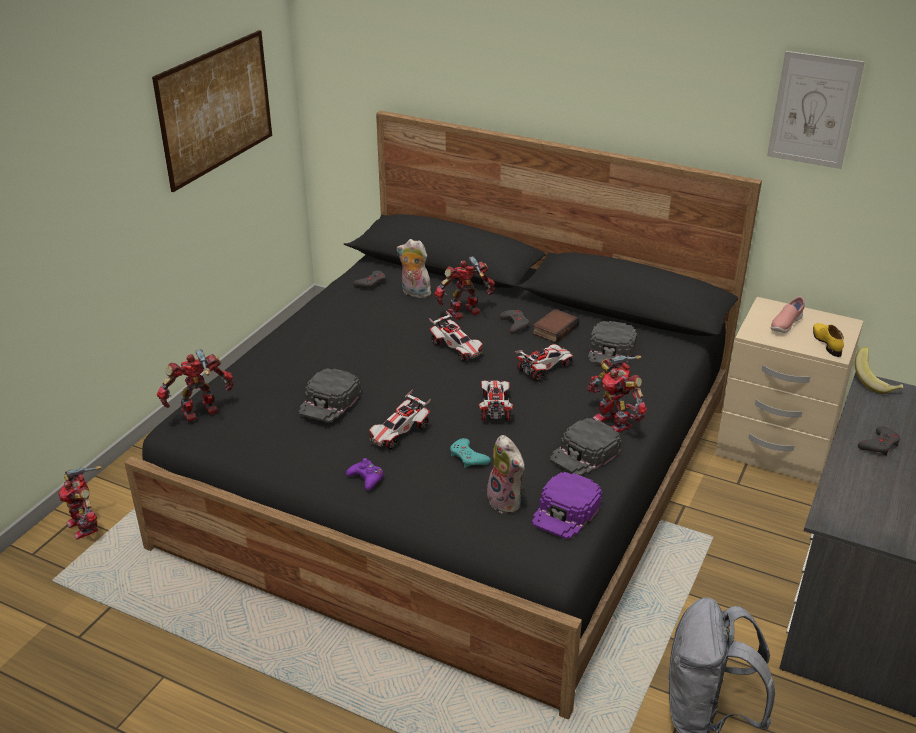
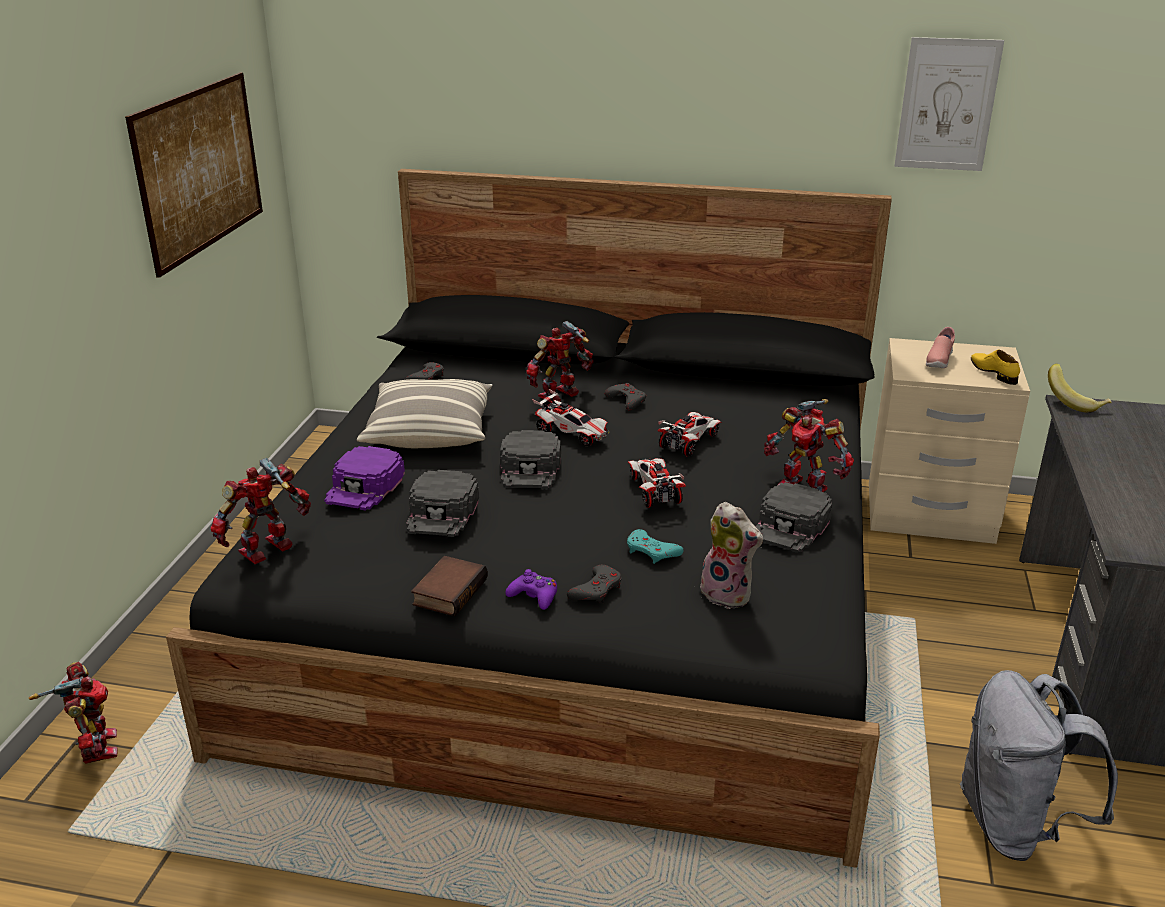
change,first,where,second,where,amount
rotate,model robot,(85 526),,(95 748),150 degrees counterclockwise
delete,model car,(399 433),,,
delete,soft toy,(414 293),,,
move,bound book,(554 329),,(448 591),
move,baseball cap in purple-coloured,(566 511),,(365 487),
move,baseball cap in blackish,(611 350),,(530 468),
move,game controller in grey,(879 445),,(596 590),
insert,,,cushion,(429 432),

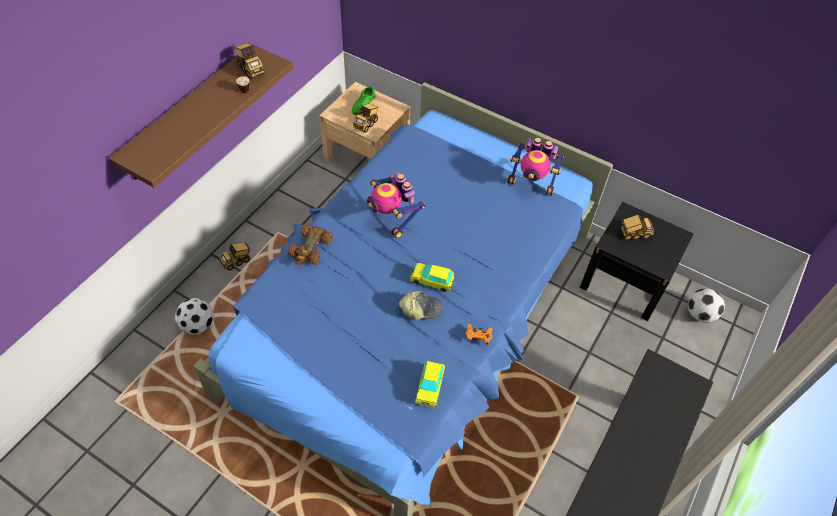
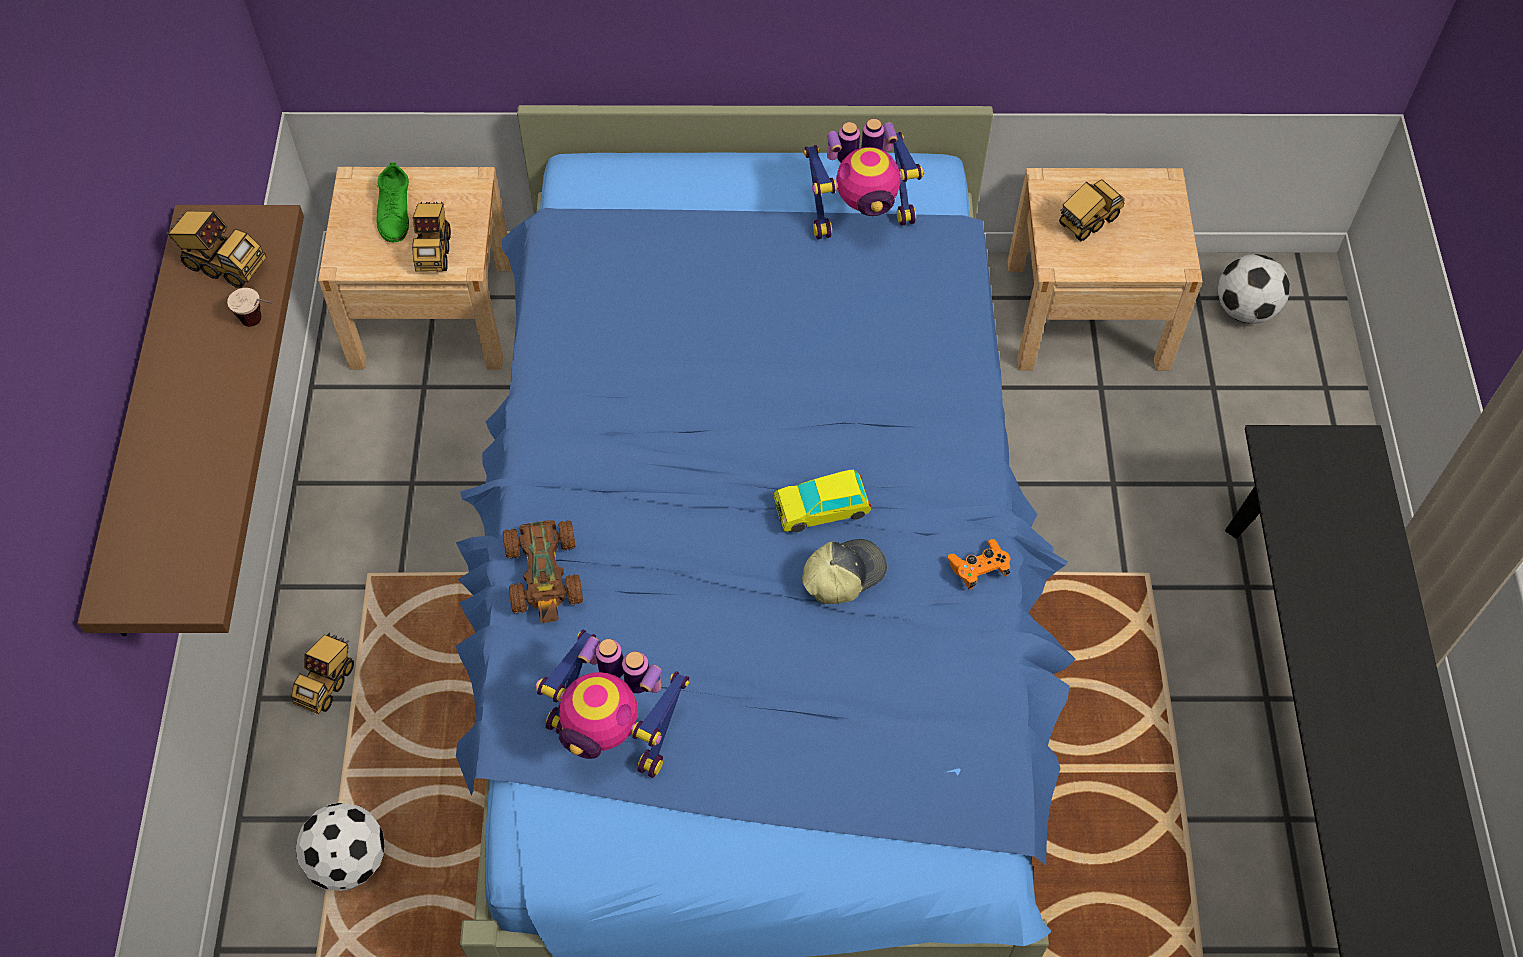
change,first,where,second,where,amount
move,model robot,(392 218),,(614 732),
delete,model car,(430 387),,,
recolor,night table in blackish,(625 281),night table in beige-coloured,(1087 314),

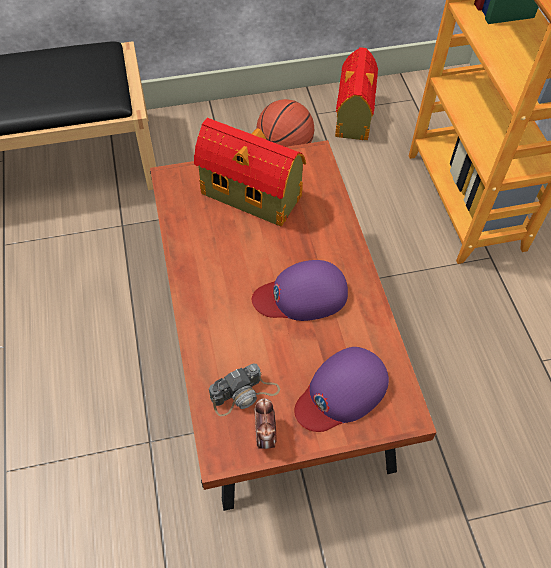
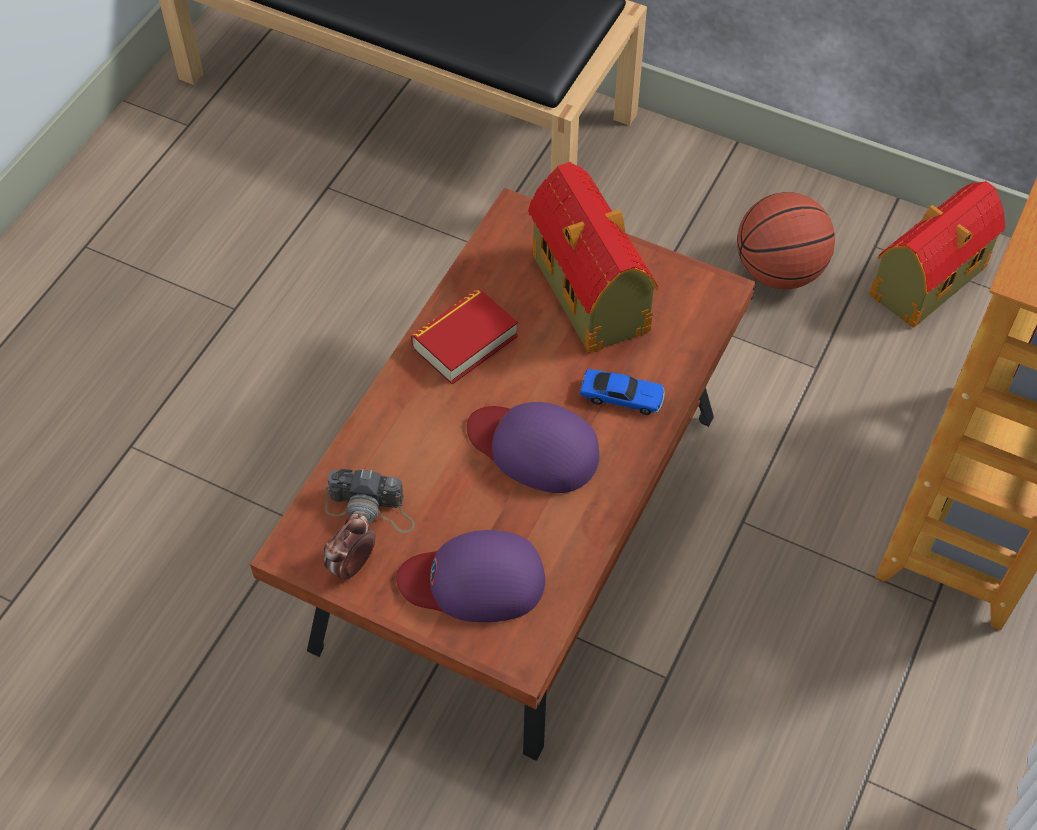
change,first,where,second,where,amount
insert,,,bound book,(465 342),
insert,,,model car,(622 397),

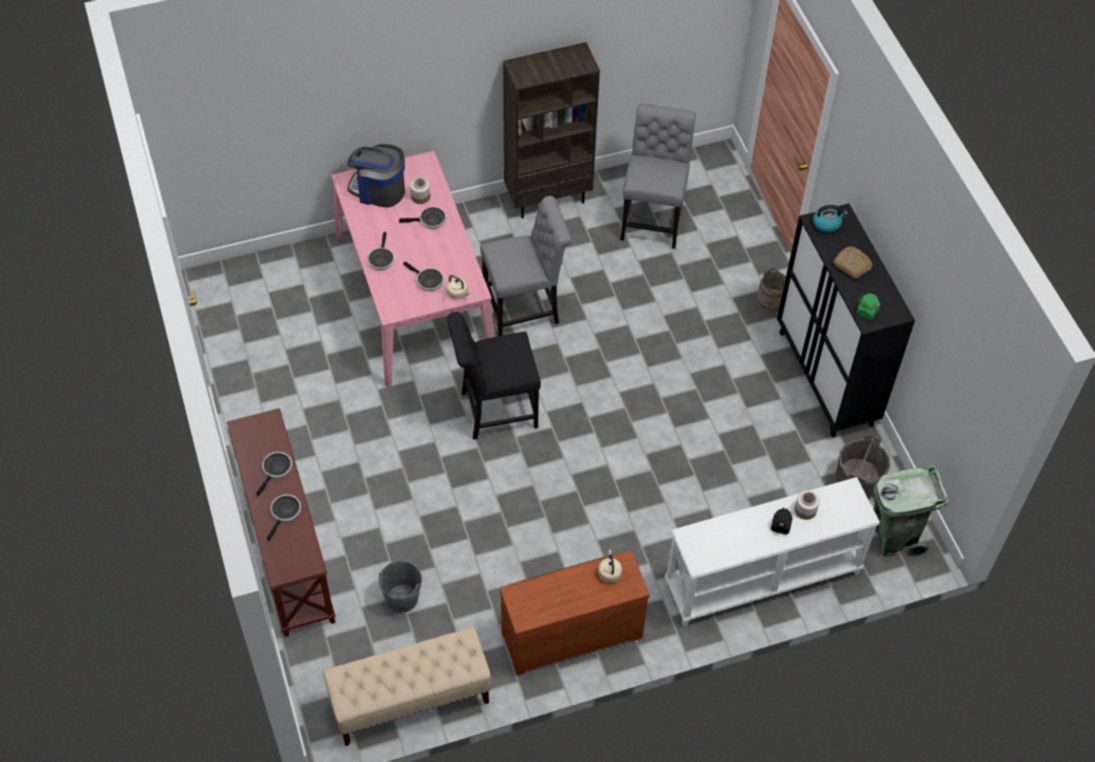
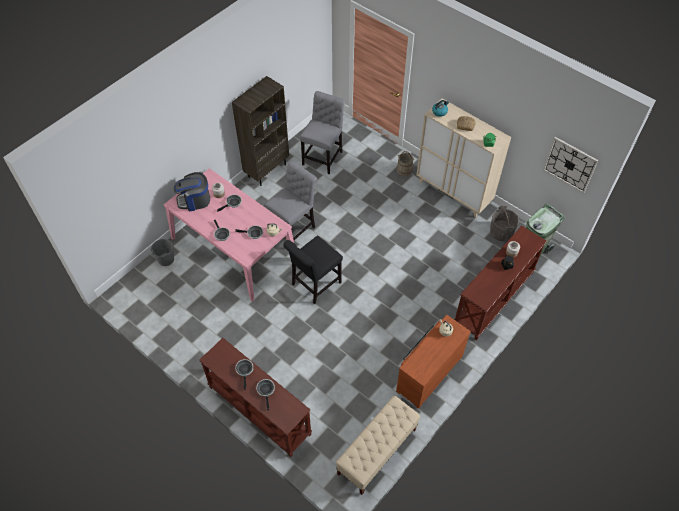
change,first,where,second,where,amount
move,water bucket in grey,(402 598),,(166 259),
rotate,upright chair in grey,(653 218),,(323 157),45 degrees clockwise
recolor,narrow table in whitish,(762 579),narrow table in brownish,(494 299),
recolor,cupboard in blackish,(826 378),cupboard in beige-coloured,(454 192),
insert,,,clock on the wall,(570 164),

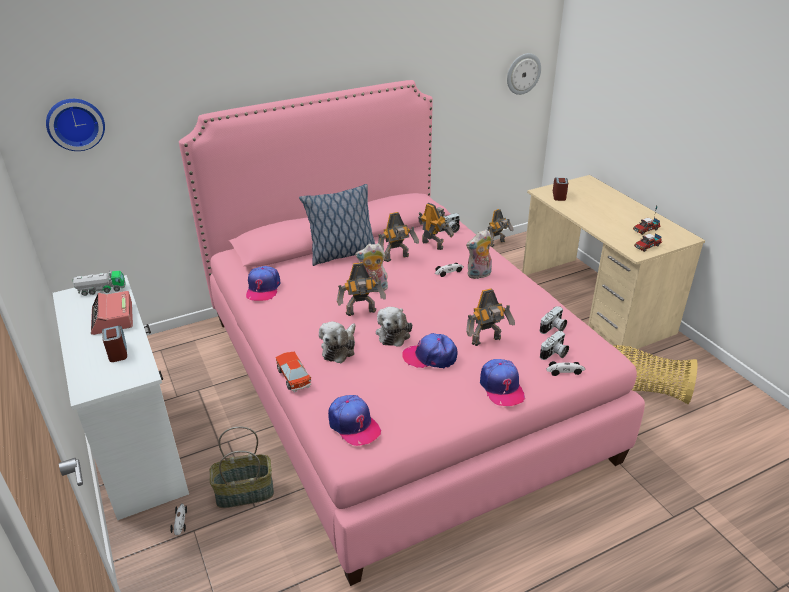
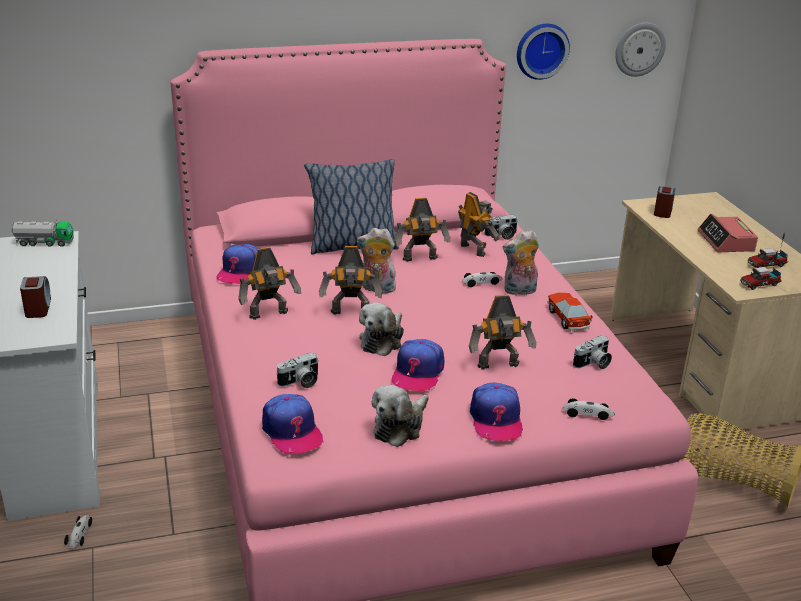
change,first,where,second,where,amount
move,clock on the wall,(75 123),,(541 50),
move,table clock,(112 318),,(726 241),
delete,household basket,(244 493),,,
move,model car,(293 376),,(567 318),
move,soft toy,(339 348),,(400 427),
rotate,baseball cap,(430 357),,(417 372),90 degrees counterclockwise
move,model robot,(497 243),,(270 315),
move,photo camera,(554 354),,(300 382),

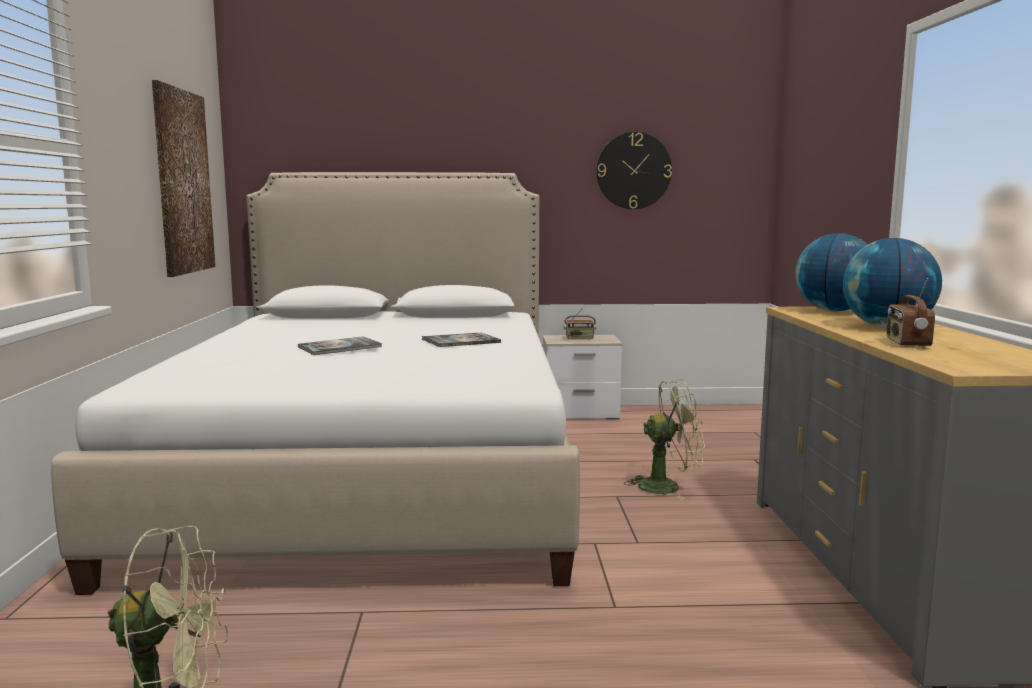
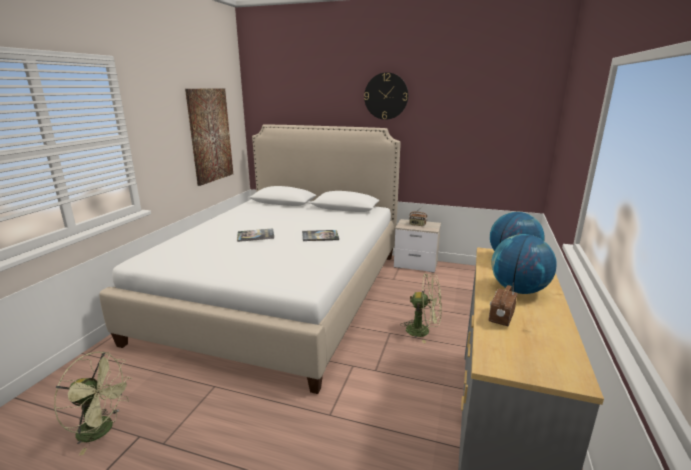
change,first,where,second,where,amount
move,clock on the wall,(633 171),,(386 96),

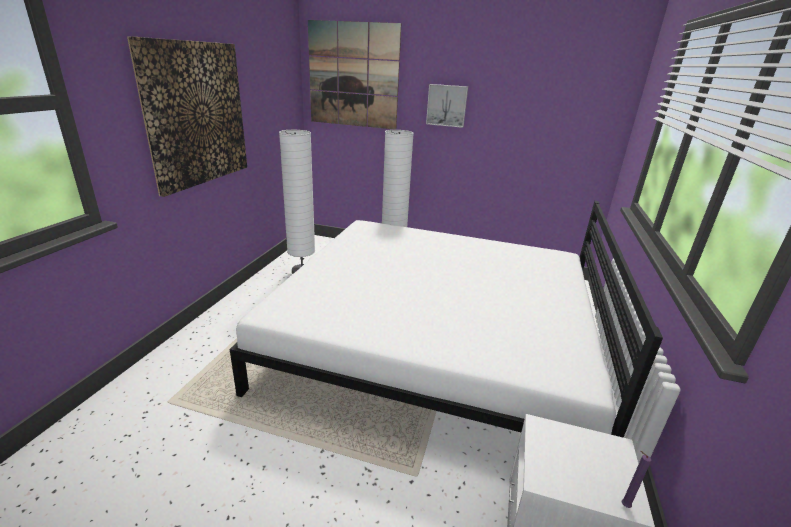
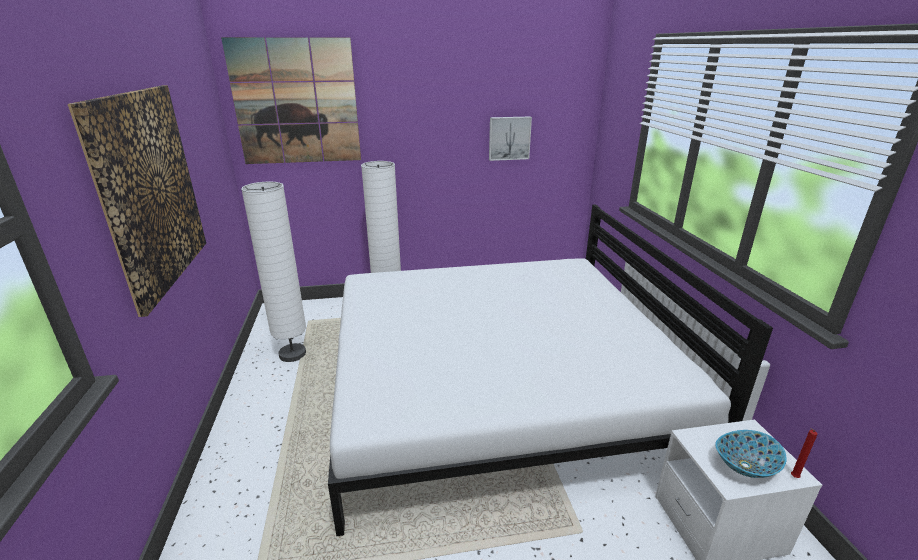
change,first,where,second,where,amount
move,wall art,(447 105),,(509 138),
recolor,wax light in purple-coloured,(623 505),wax light in red,(793 477),
insert,,,deep dish,(745 466),

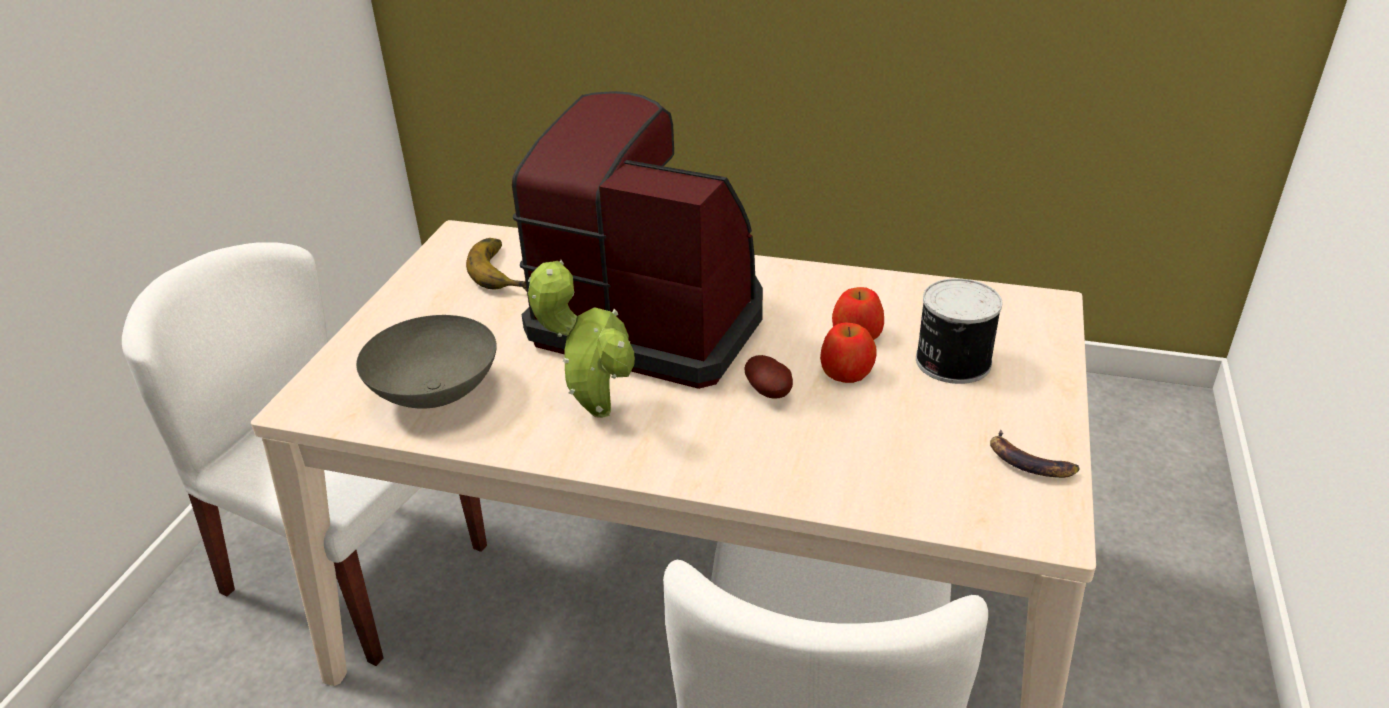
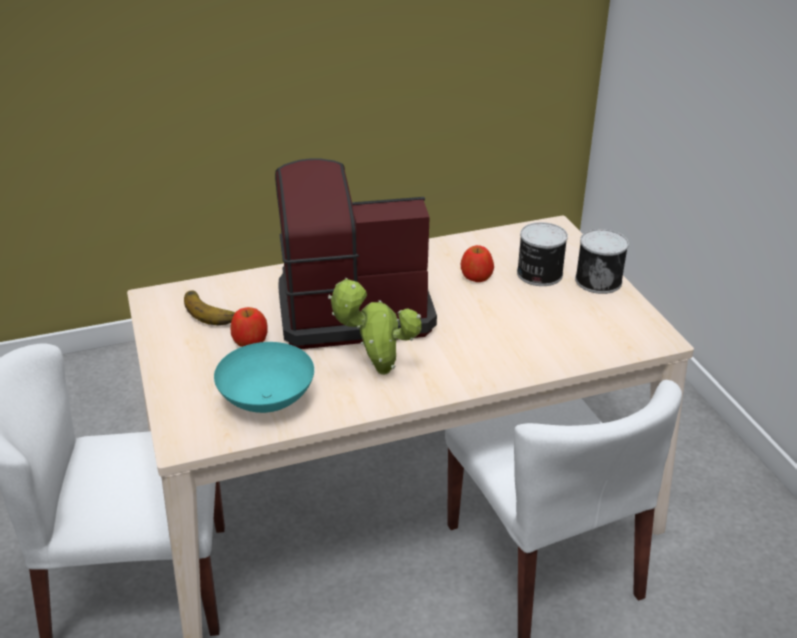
change,first,where,second,where,amount
recolor,deep dish in grey,(436 392),deep dish in turquoise-coloured,(266 399),
delete,whole potato,(770 393),,,
move,apple,(846 371),,(250 340),
delete,banana fruit,(1029 462),,,
insert,,,metal can,(598 280),

